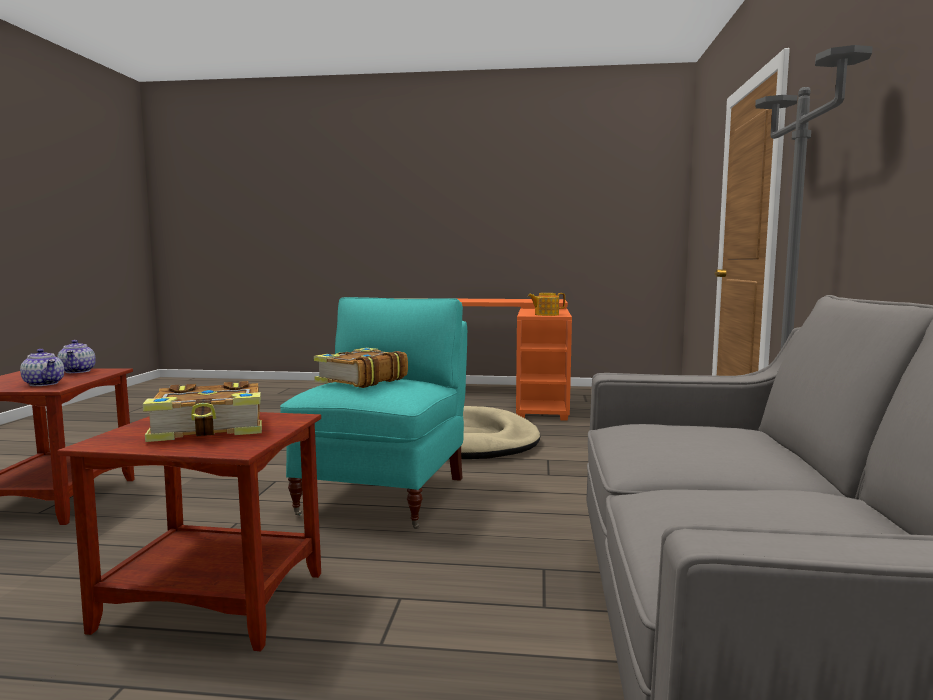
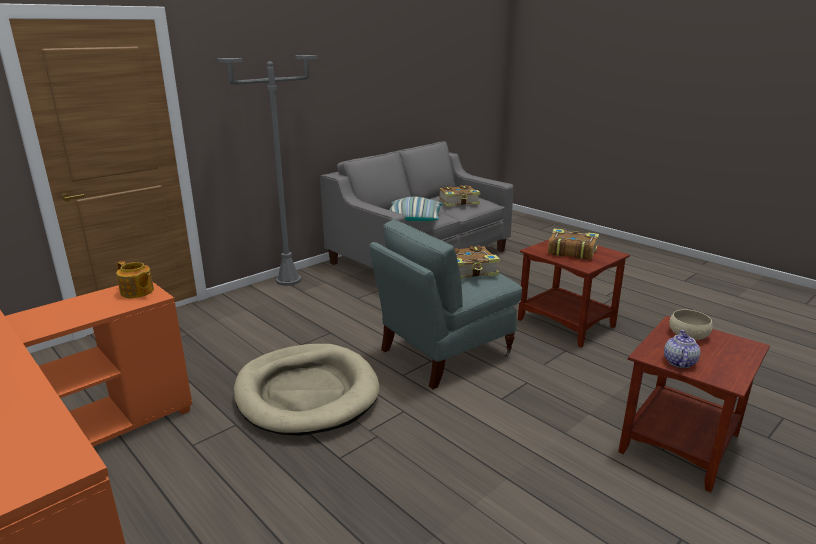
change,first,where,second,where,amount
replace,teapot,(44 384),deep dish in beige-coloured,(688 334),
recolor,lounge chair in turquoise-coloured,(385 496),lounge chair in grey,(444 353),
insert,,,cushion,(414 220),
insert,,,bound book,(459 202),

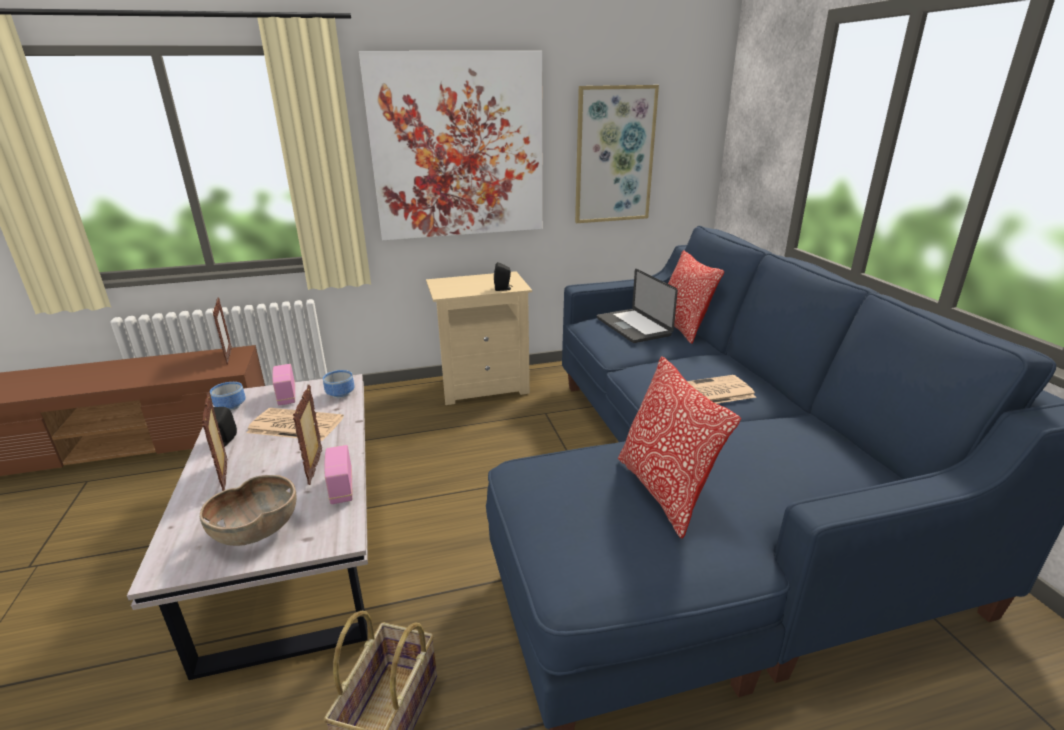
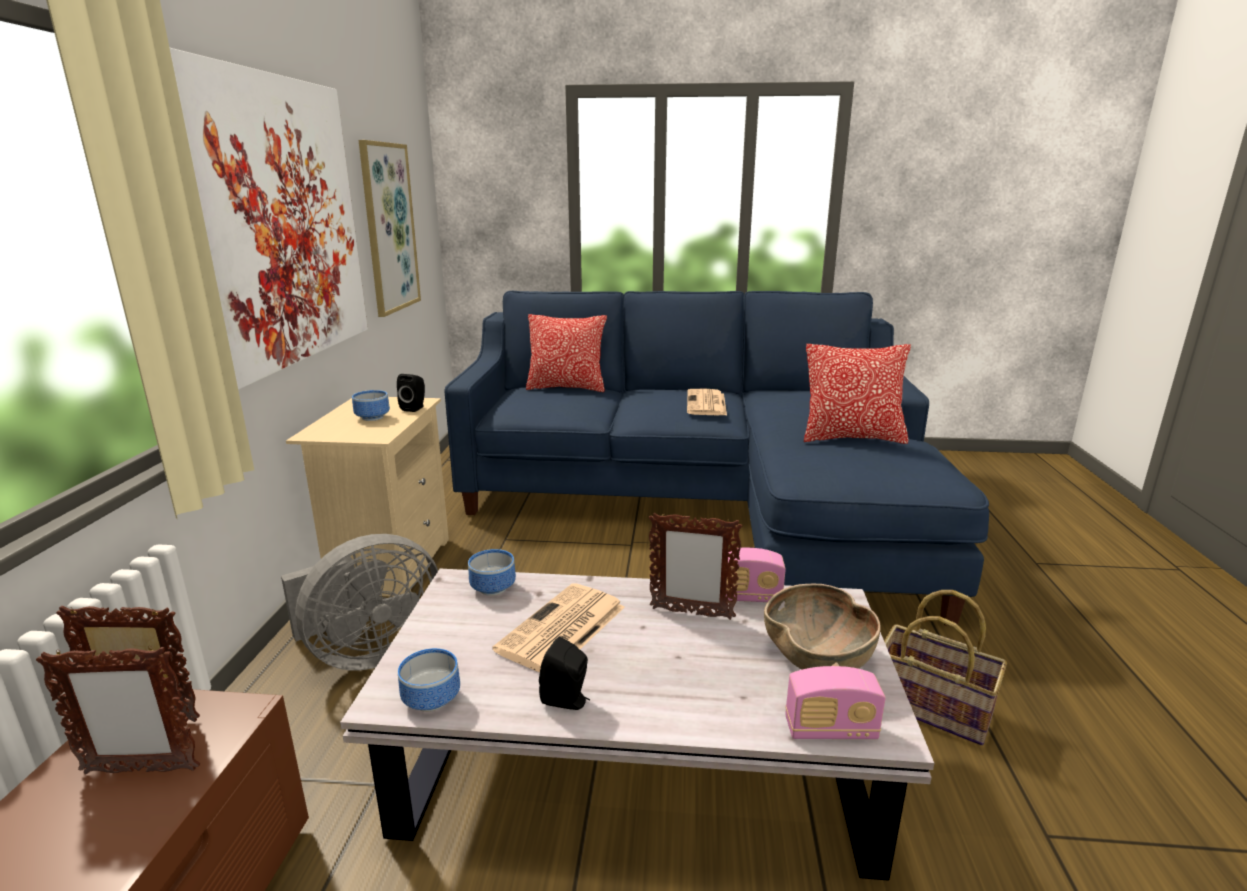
change,first,where,second,where,amount
move,standing frame,(226 475),,(140 771),
move,radio,(287 396),,(830 730),
delete,notebook computer,(633 327),,,
insert,,,fan in grey,(369 653),
insert,,,deep dish,(374 417),

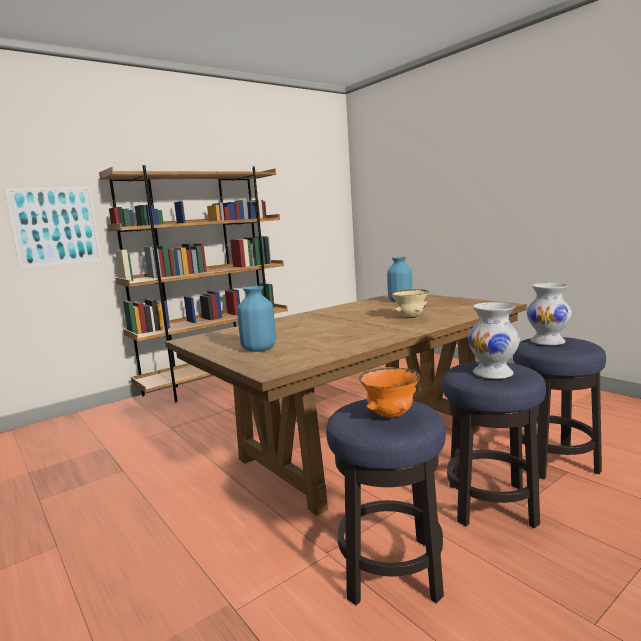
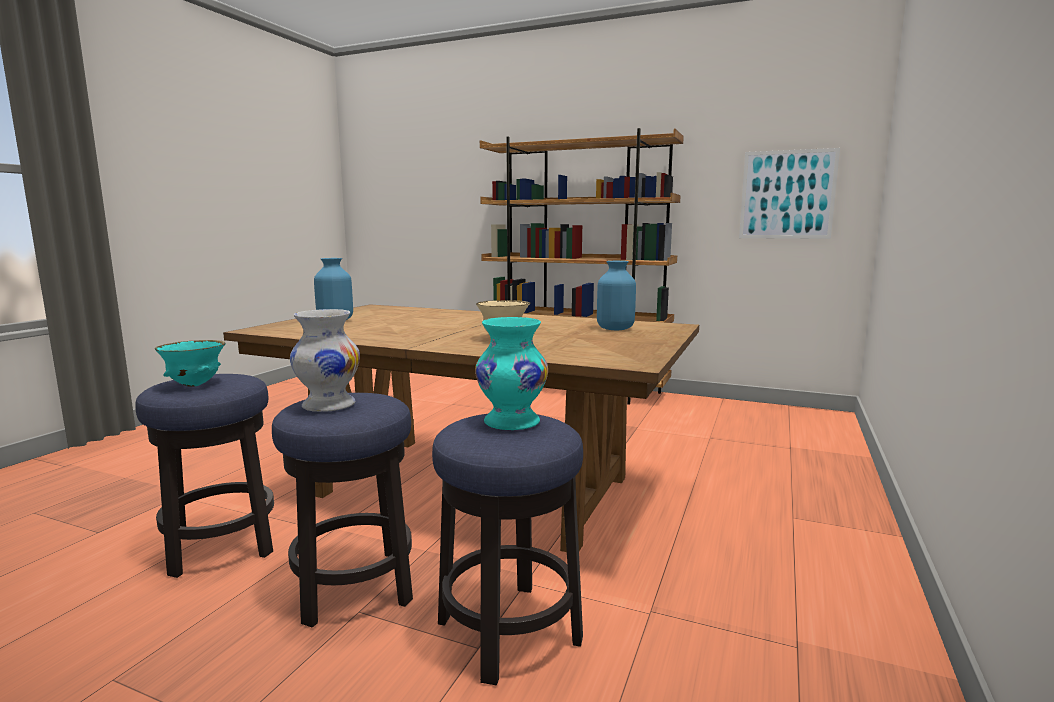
change,first,where,second,where,amount
move,wall art,(55 226),,(787 194),
recolor,deep dish in orange-coloured,(391 415),deep dish in turquoise-coloured,(195 385),
recolor,vase in whitish,(547 342),vase in turquoise-coloured,(511 422),

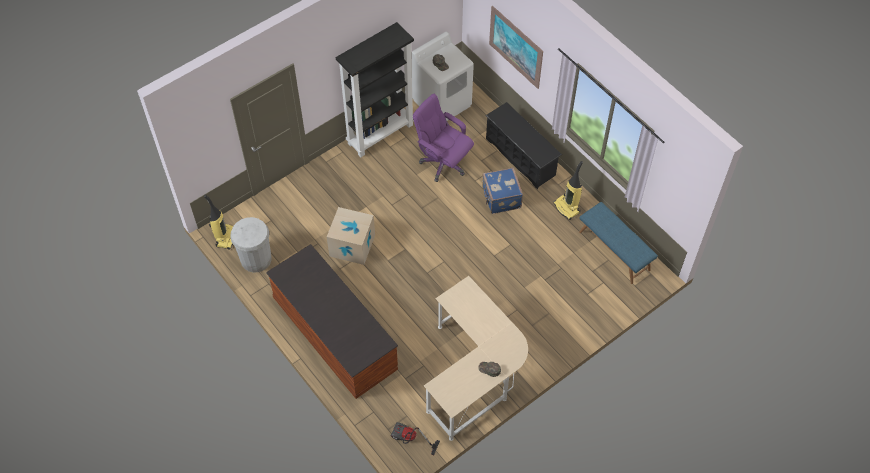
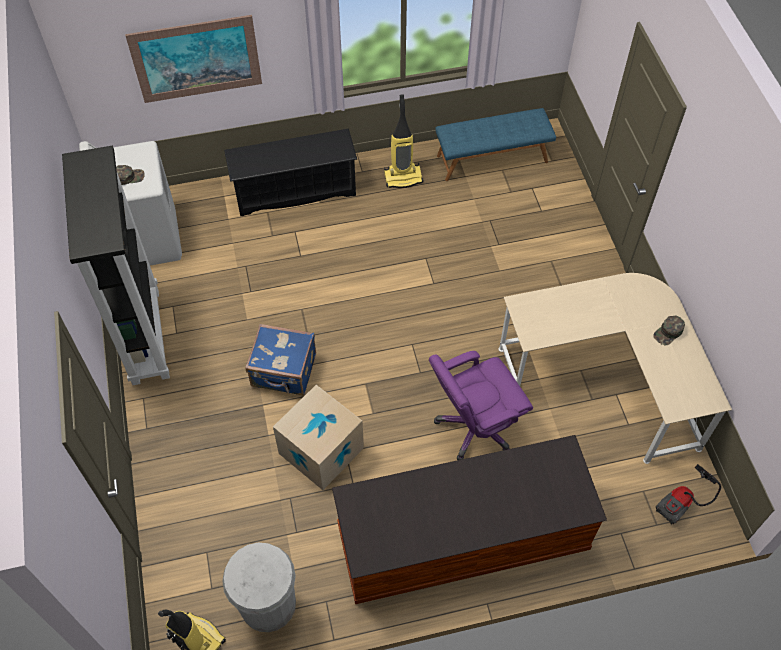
change,first,where,second,where,amount
move,office chair in purple-coloured,(443 163),,(475 427),
move,piece of luggage in blue-coloured,(500 198),,(284 372),

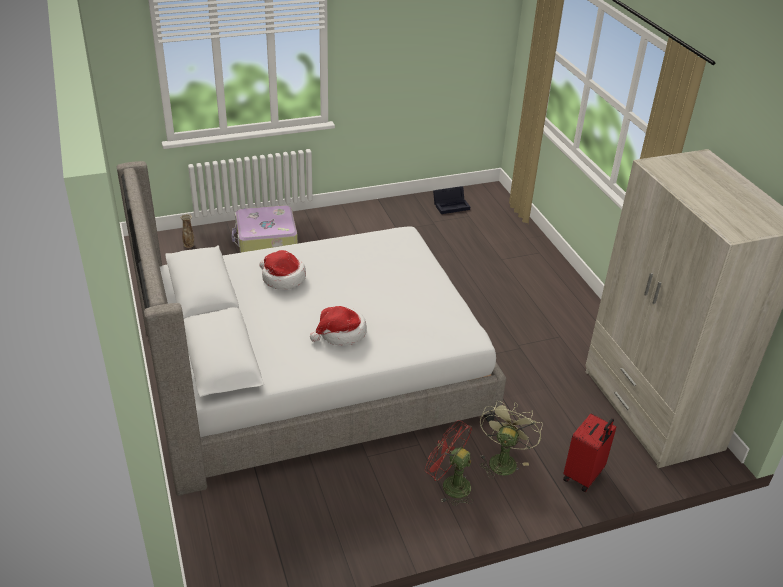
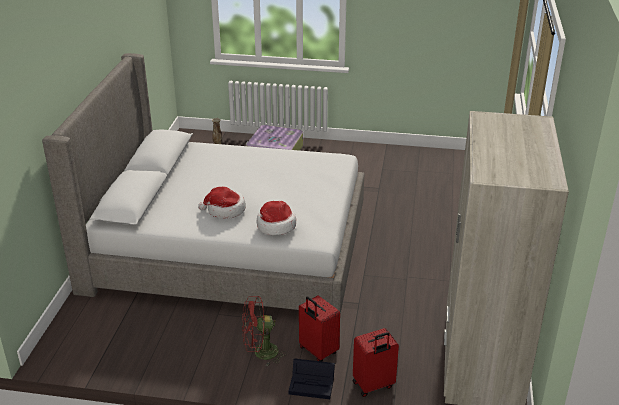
change,first,where,second,where,amount
move,wearable hat,(282 278),,(275 225),
rotate,fan in red,(450 485),,(260 353),75 degrees counterclockwise
move,storage box in blackish,(451 205),,(313 385),
replace,fan in green,(503 460),piece of luggage in red,(317 351),

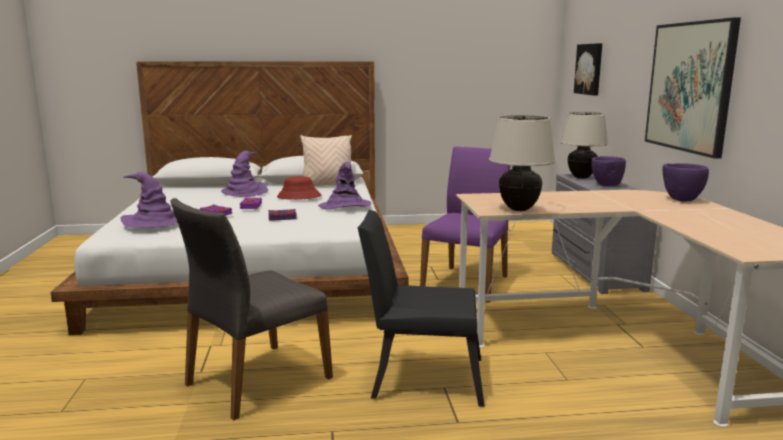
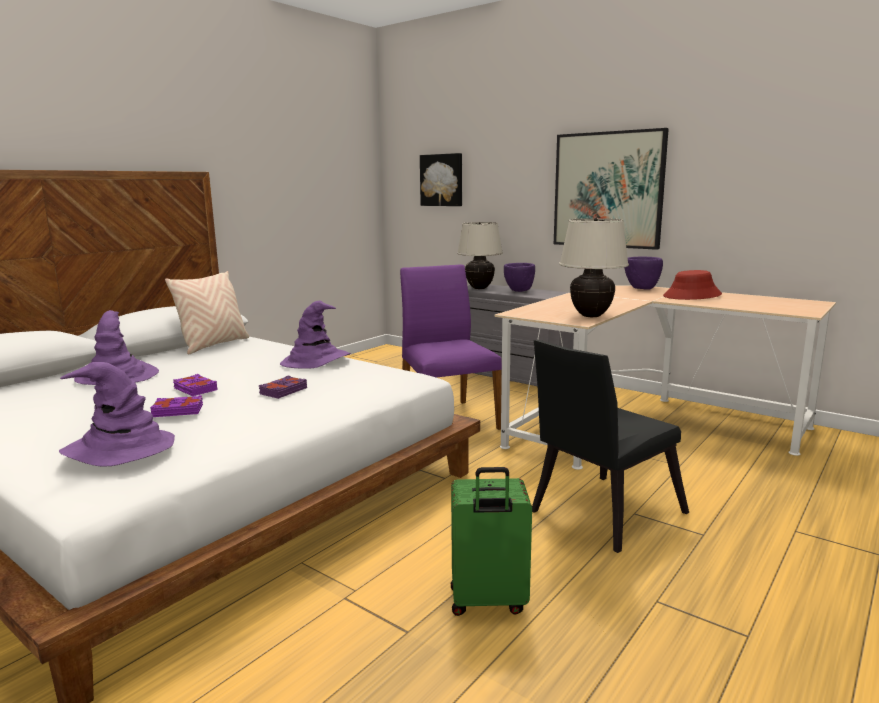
change,first,where,second,where,amount
replace,upright chair in grey,(256 380),piece of luggage in green,(488 602),
move,wearable hat in red,(299 197),,(692 296),

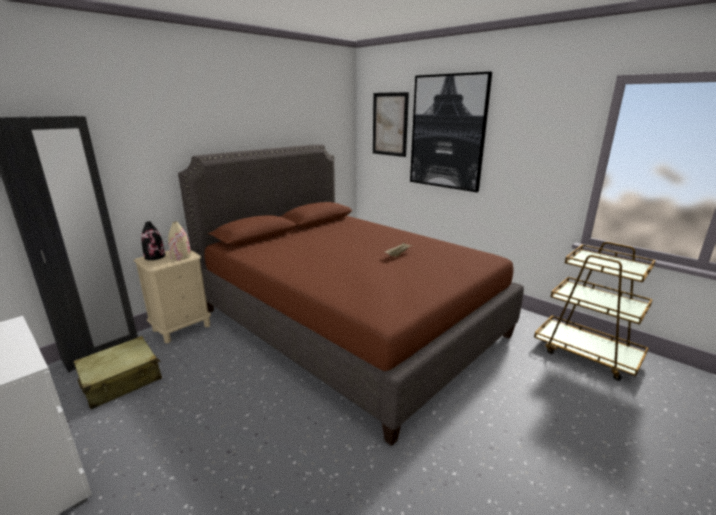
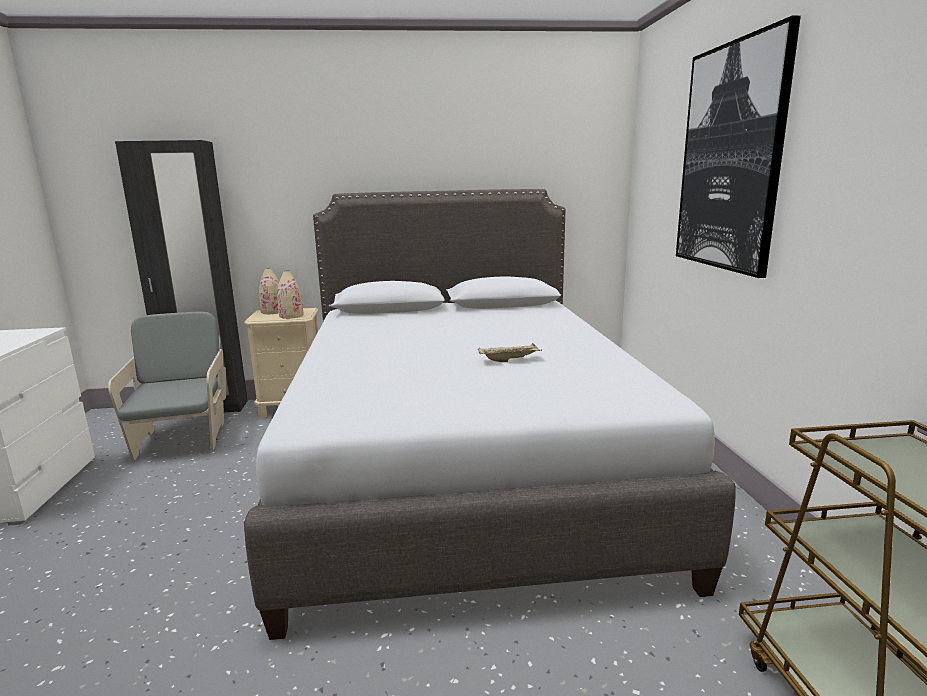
change,first,where,second,where,amount
replace,piece of luggage in beige-coloured,(122 380),lounge chair in grey,(182 438),
recolor,vase in blackish,(155 256),vase in beige-coloured,(273 311),
recolor,bedroom bed in brownish,(349 323),bedroom bed in grey,(463 464),
delete,wall art,(390 124),,,

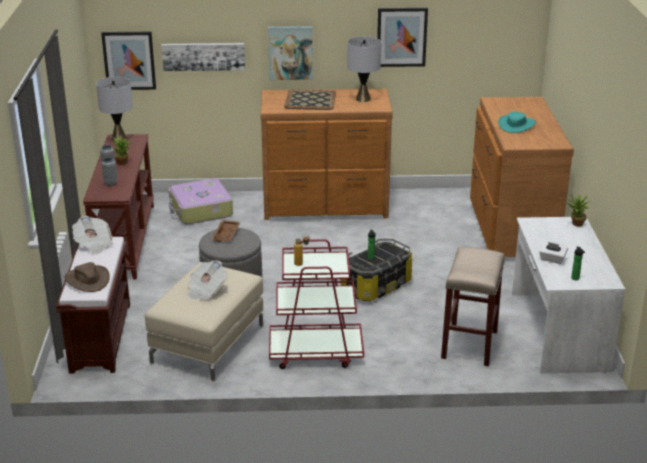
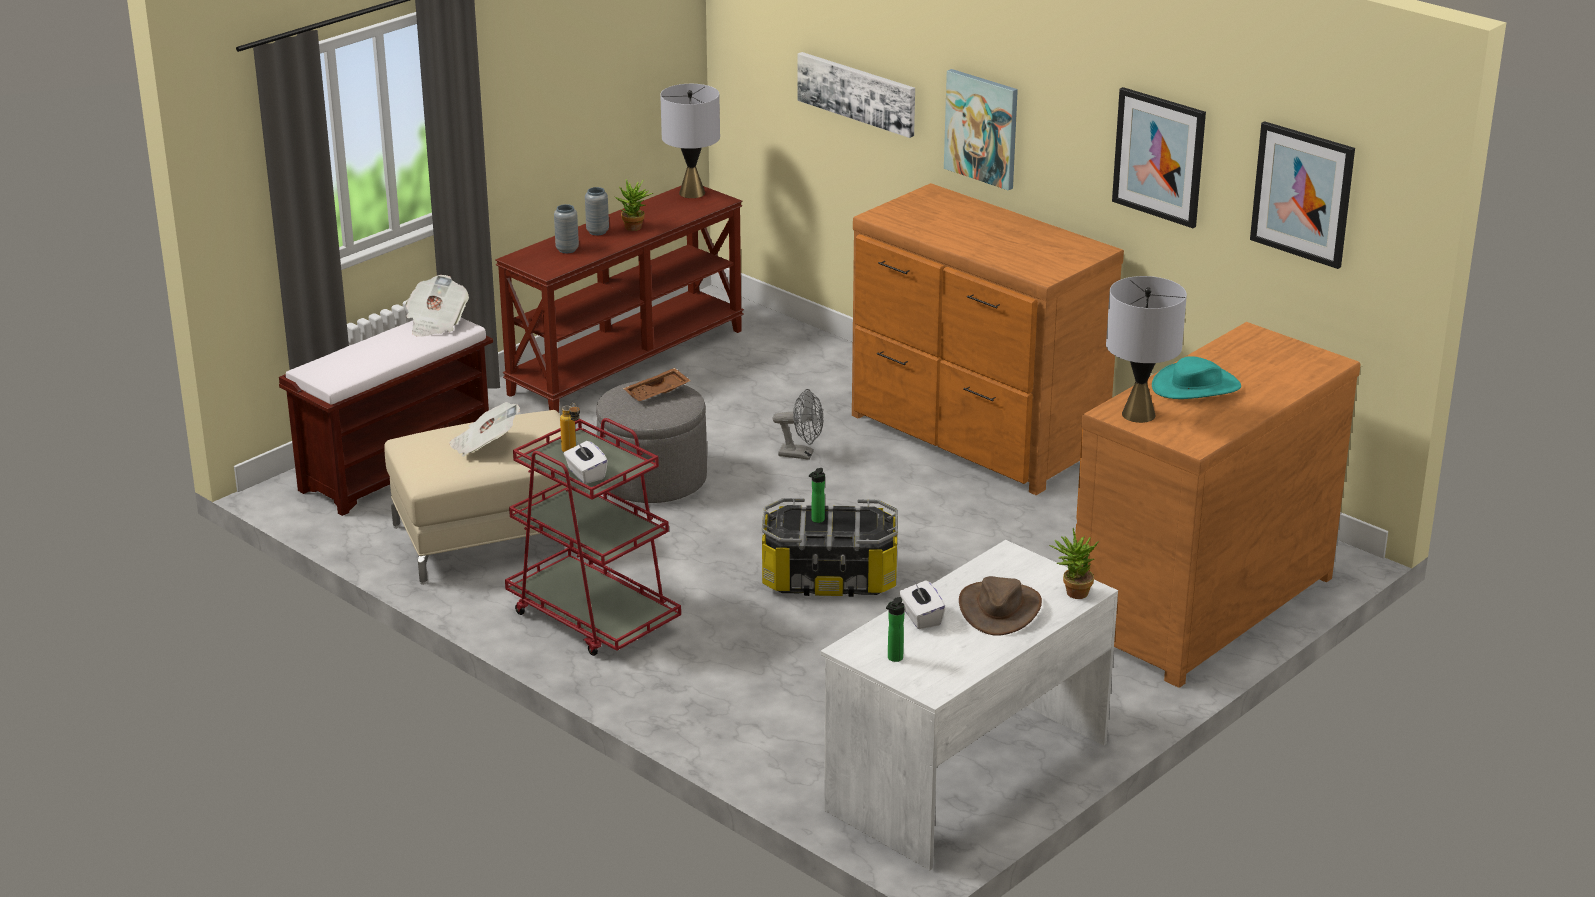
change,first,where,second,where,amount
move,wearable hat in brownish,(87 280),,(999 609),
move,wall art,(129 60),,(1302 194),
delete,piece of luggage,(200 210),,,
delete,serving tray,(311 100),,,
move,table lamp in grey,(363 99),,(1138 414),
delete,stool in beige-coloured,(469 344),,,
insert,,,tissue holder in whitish,(586 474),
insert,,,fan in grey,(801 454),

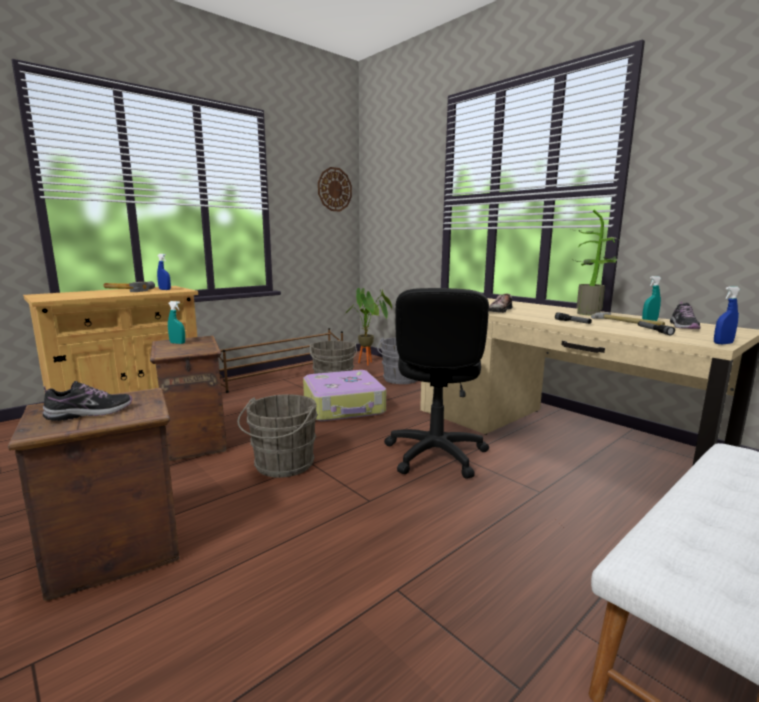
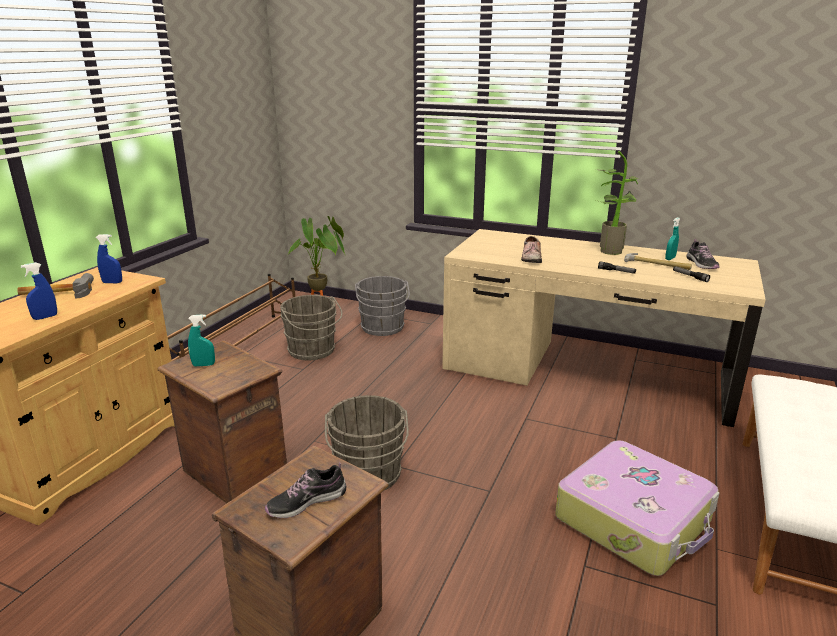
change,first,where,second,where,amount
rotate,low shoe,(90 413),,(306 502),150 degrees counterclockwise
move,piece of luggage,(344 406),,(634 519),
delete,clock on the wall,(334 189),,,
delete,office chair in blackish,(435 454),,,
move,spray bottle in blue-coloured,(723 343),,(45 317),

